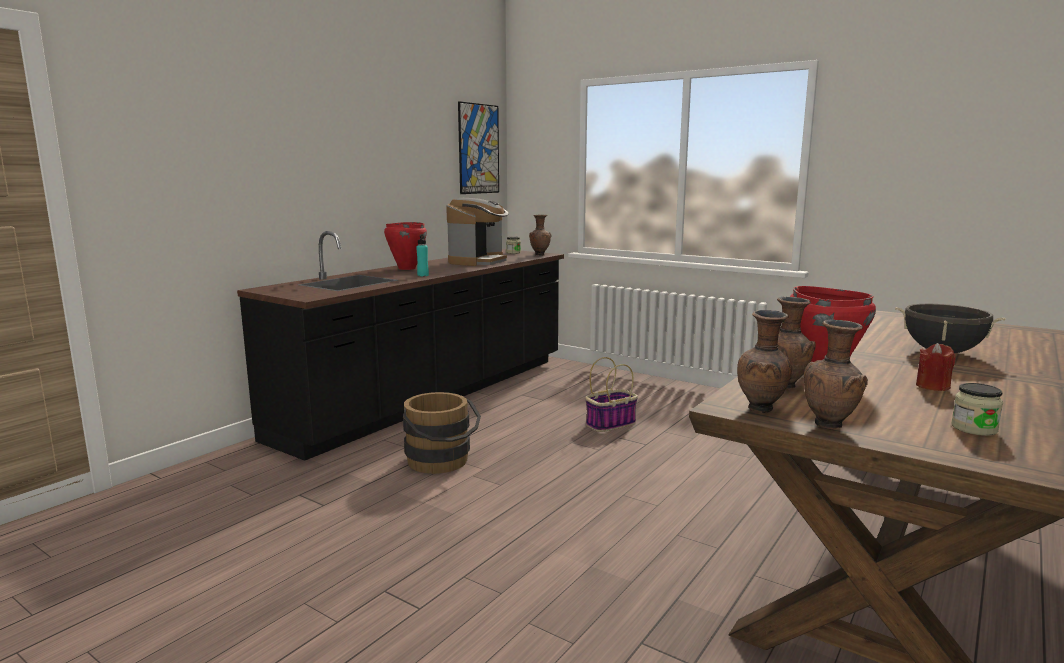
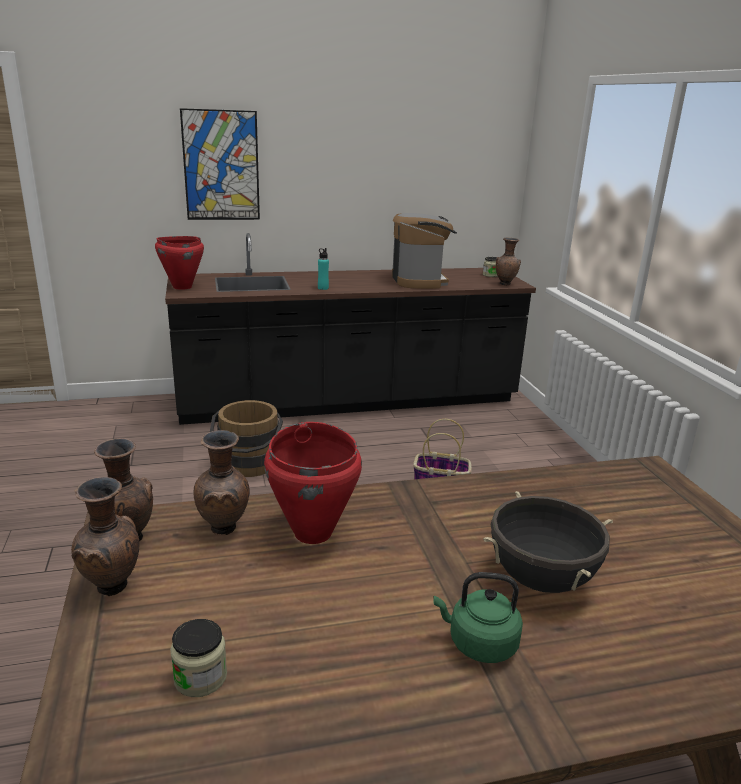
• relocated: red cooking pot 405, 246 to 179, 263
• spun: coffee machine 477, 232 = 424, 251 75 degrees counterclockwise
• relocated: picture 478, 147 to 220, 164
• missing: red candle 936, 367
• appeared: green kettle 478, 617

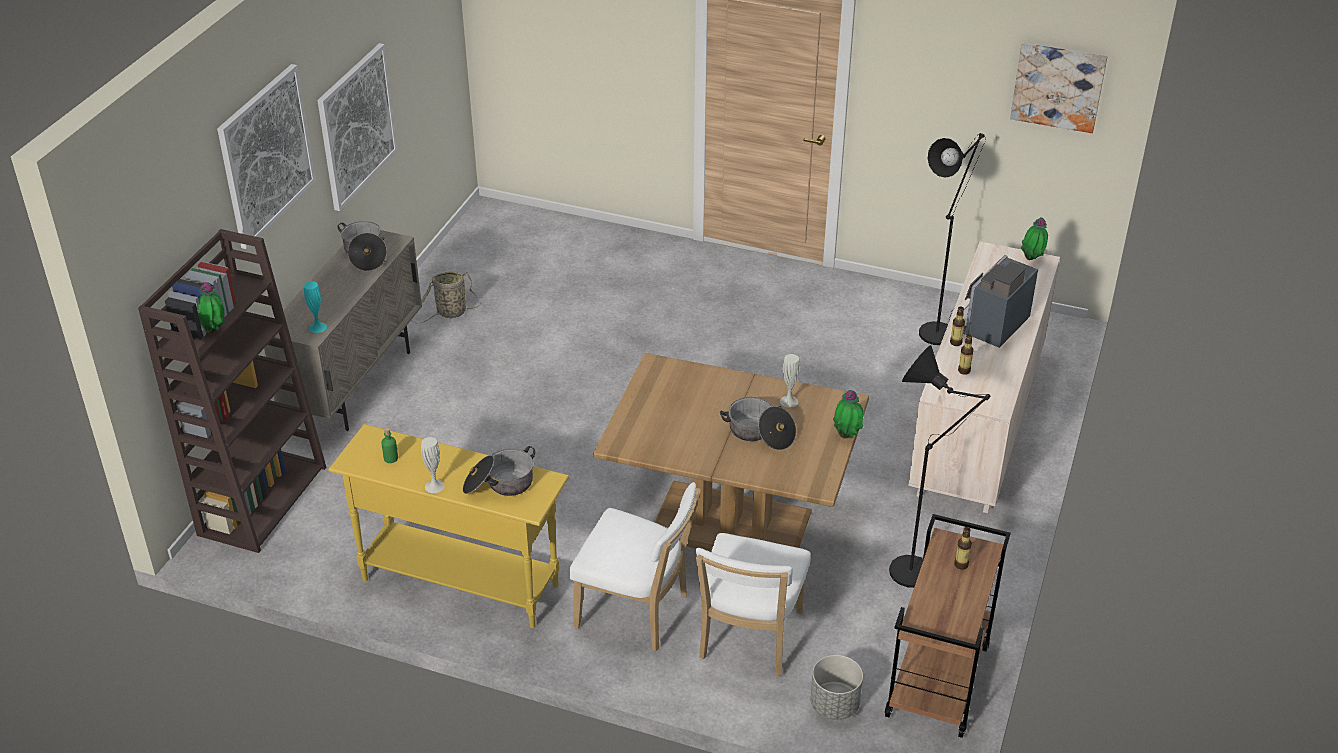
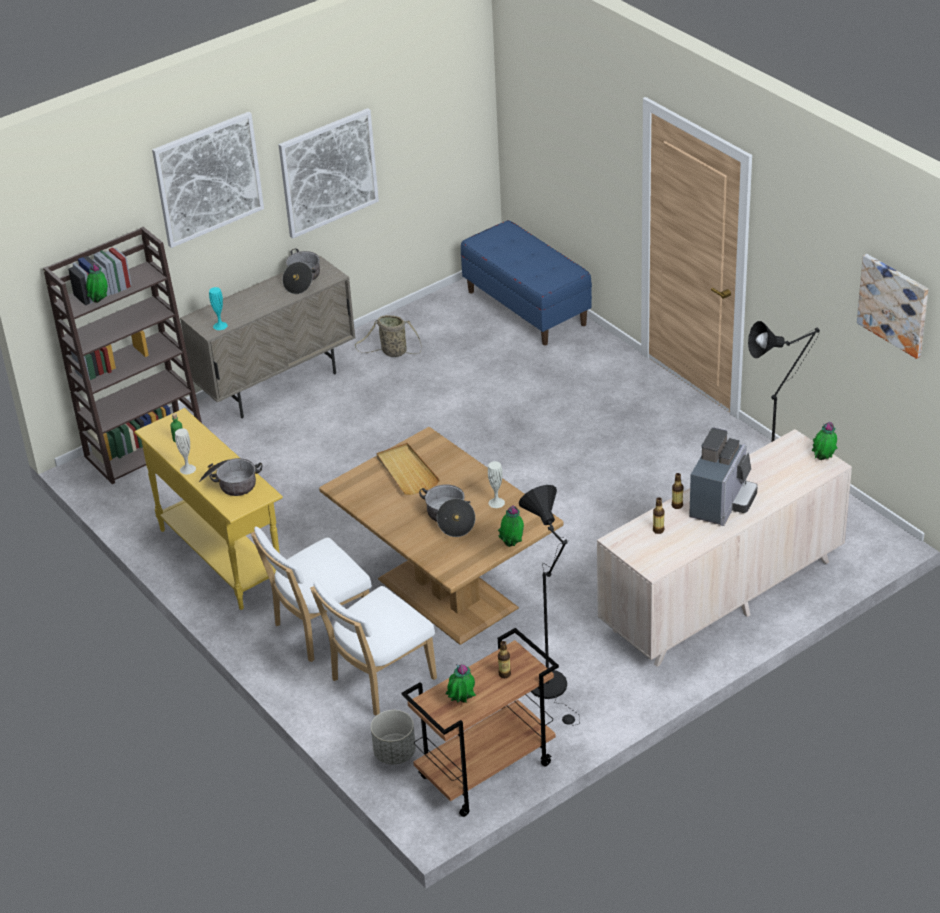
• spun: white chair 635, 566 = 311, 594 90 degrees clockwise
• spun: coffee machine 996, 301 = 723, 477 135 degrees clockwise
• appeared: beige tray 408, 469
• appeared: potted plant 461, 683
• appeared: blue bench 526, 282

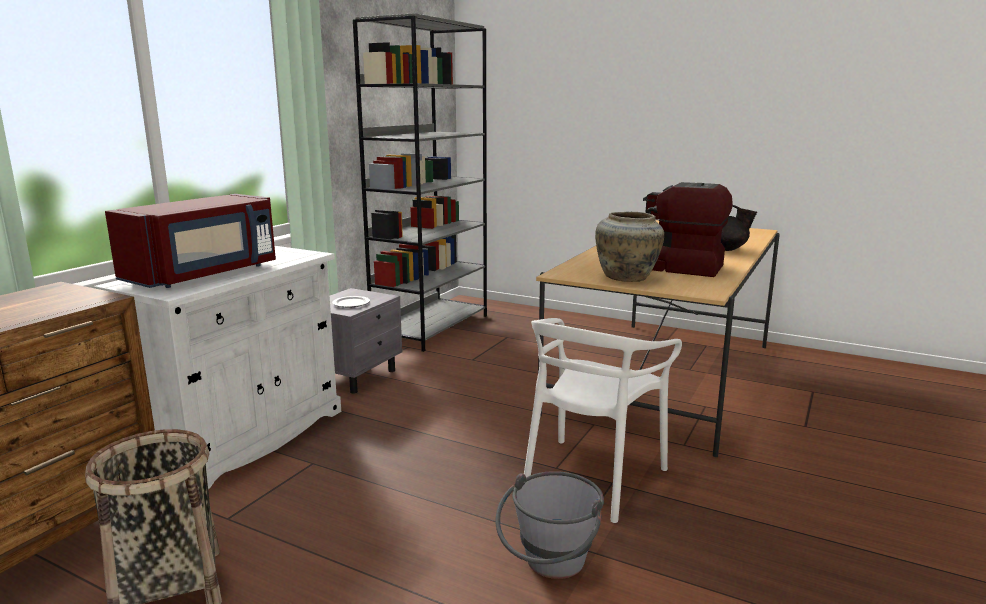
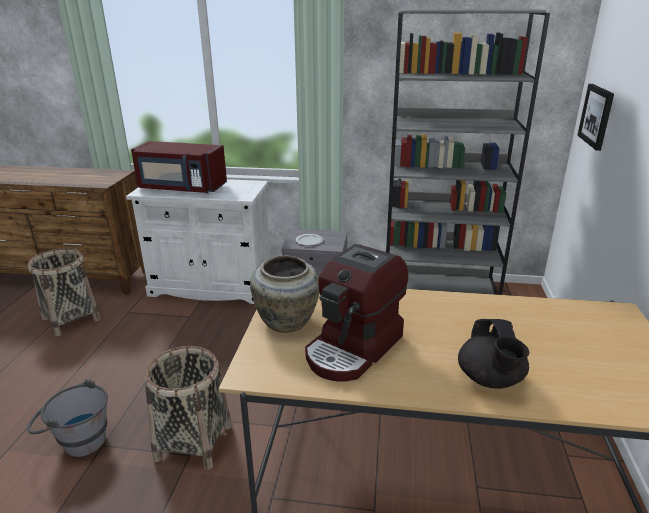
• exchanged: white chair 603, 420 to basket 188, 408
• spun: coffee machine 688, 229 = 356, 312 150 degrees counterclockwise
• appeared: picture 595, 117

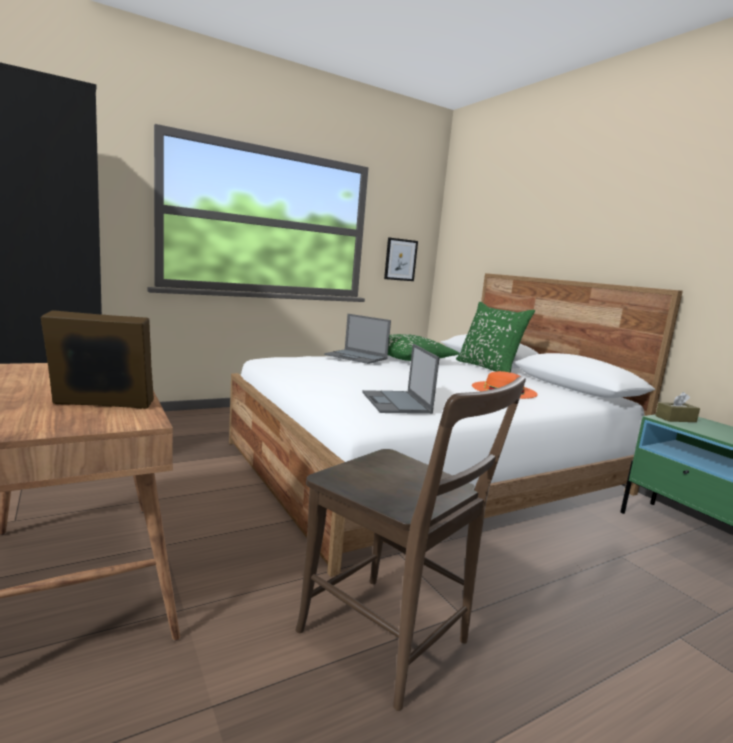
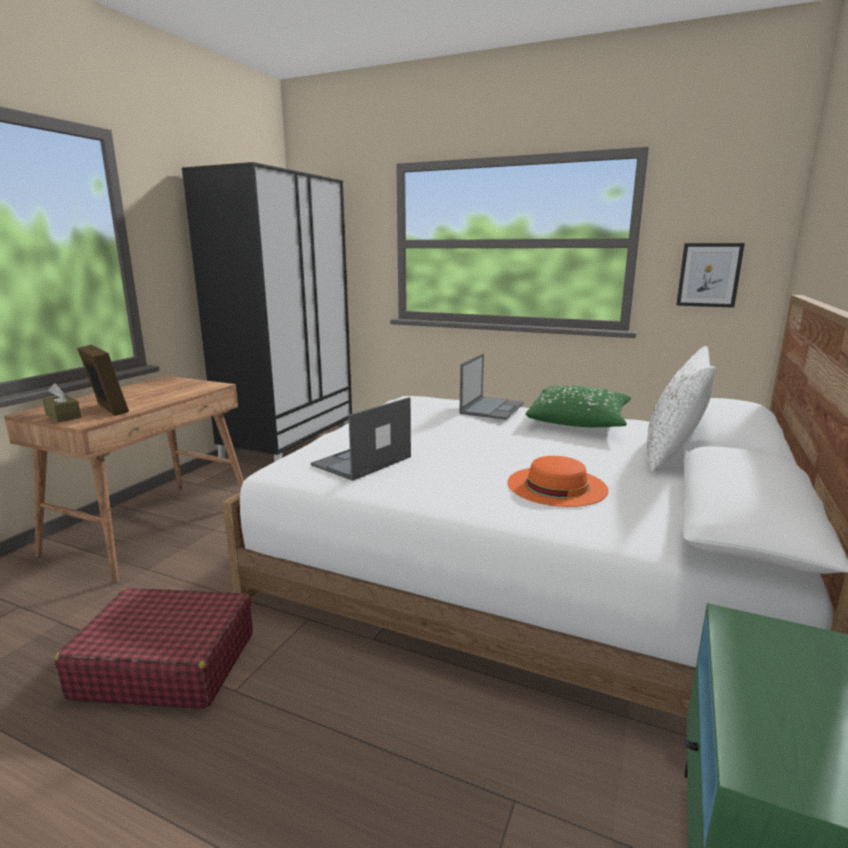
• exchanged: brown chair 410, 543 to red suitcase 154, 648
• spun: laptop 357, 339 = 491, 387 150 degrees counterclockwise
• colour: green pillow 495, 337 to white pillow 681, 409
• relocated: brown tissue box 677, 407 to 62, 403

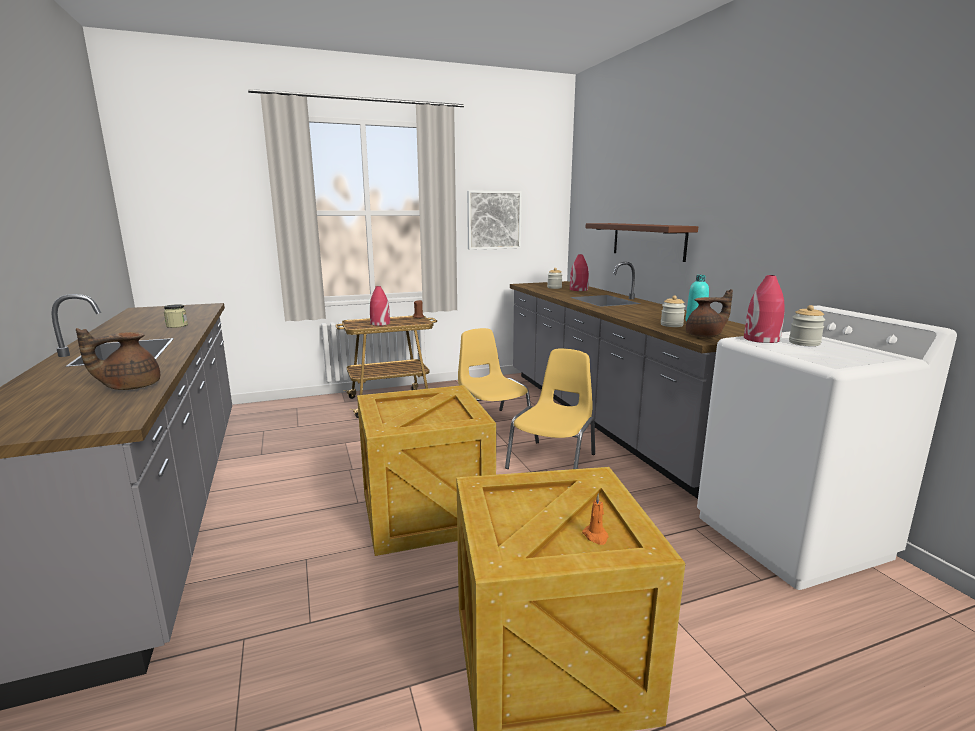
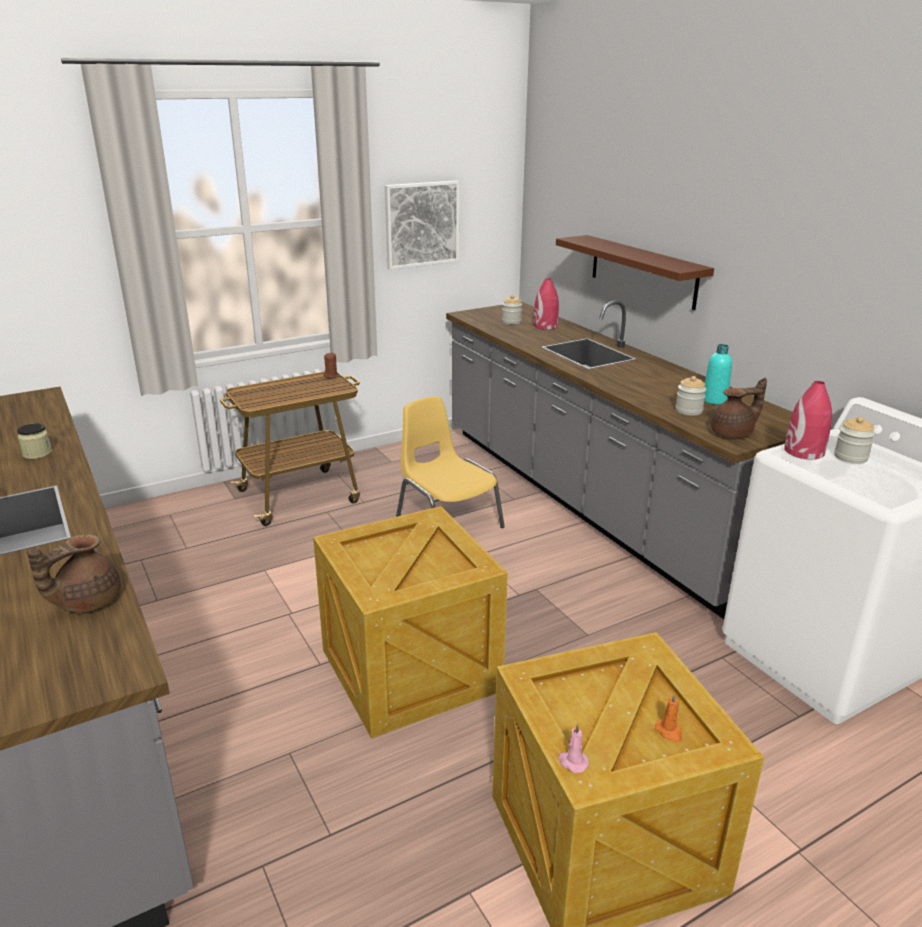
• missing: red vase 380, 306
• missing: yellow chair 550, 408
• appeared: pink candle 573, 748

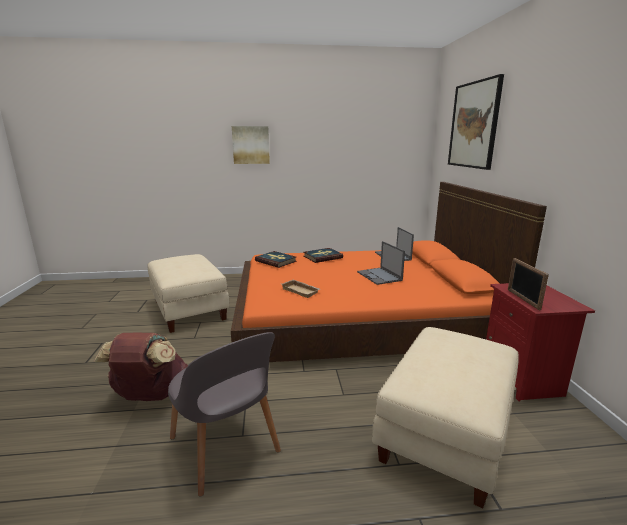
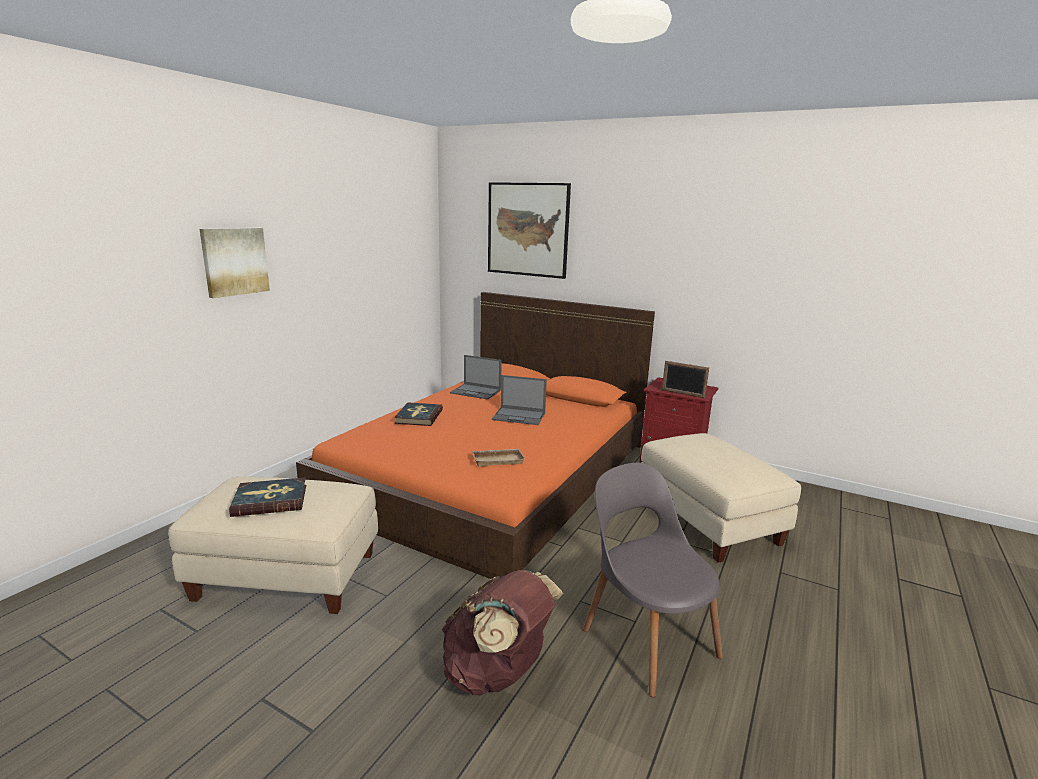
• spun: grey chair 224, 414 = 653, 580 120 degrees counterclockwise
• relocated: book 276, 259 to 267, 497

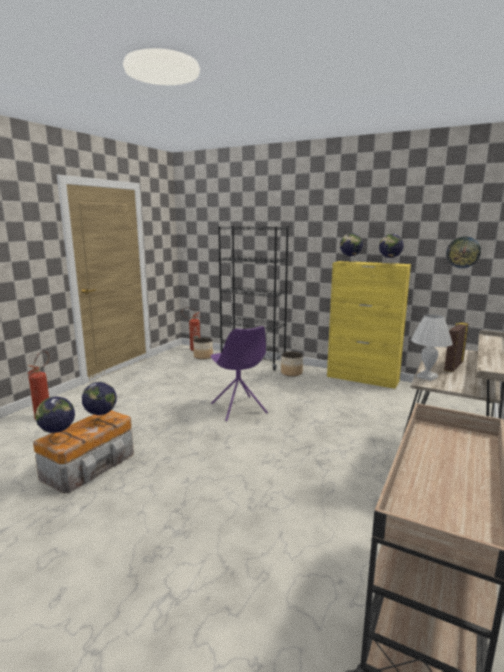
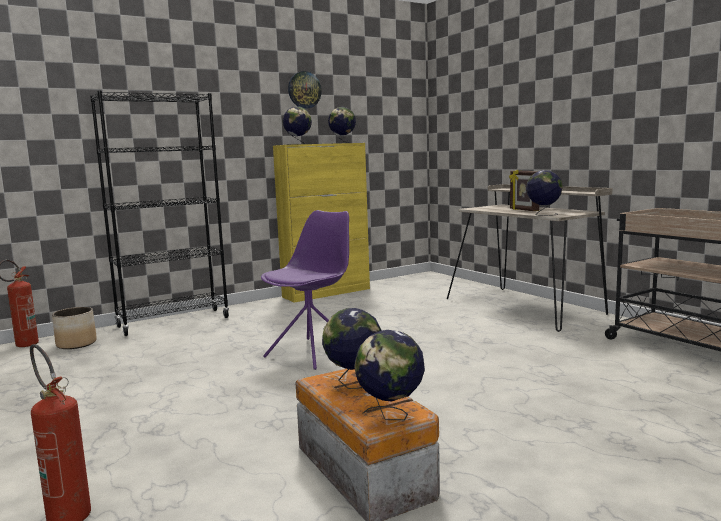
• spun: purple chair 239, 373 = 305, 290 60 degrees counterclockwise
• missing: planter 292, 364
• exchanged: white table lamp 432, 347 to globe 544, 193
• relocated: wall clock 463, 252 to 305, 90

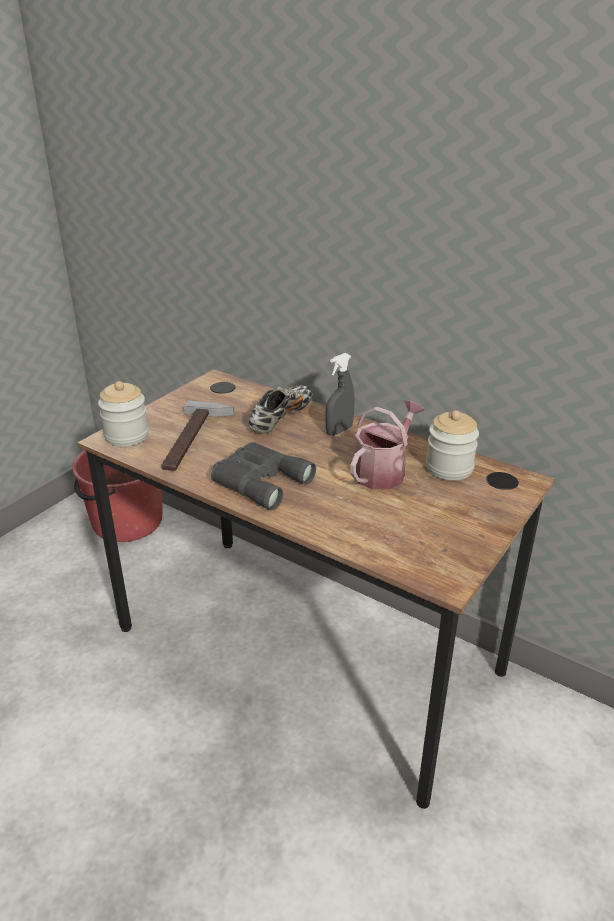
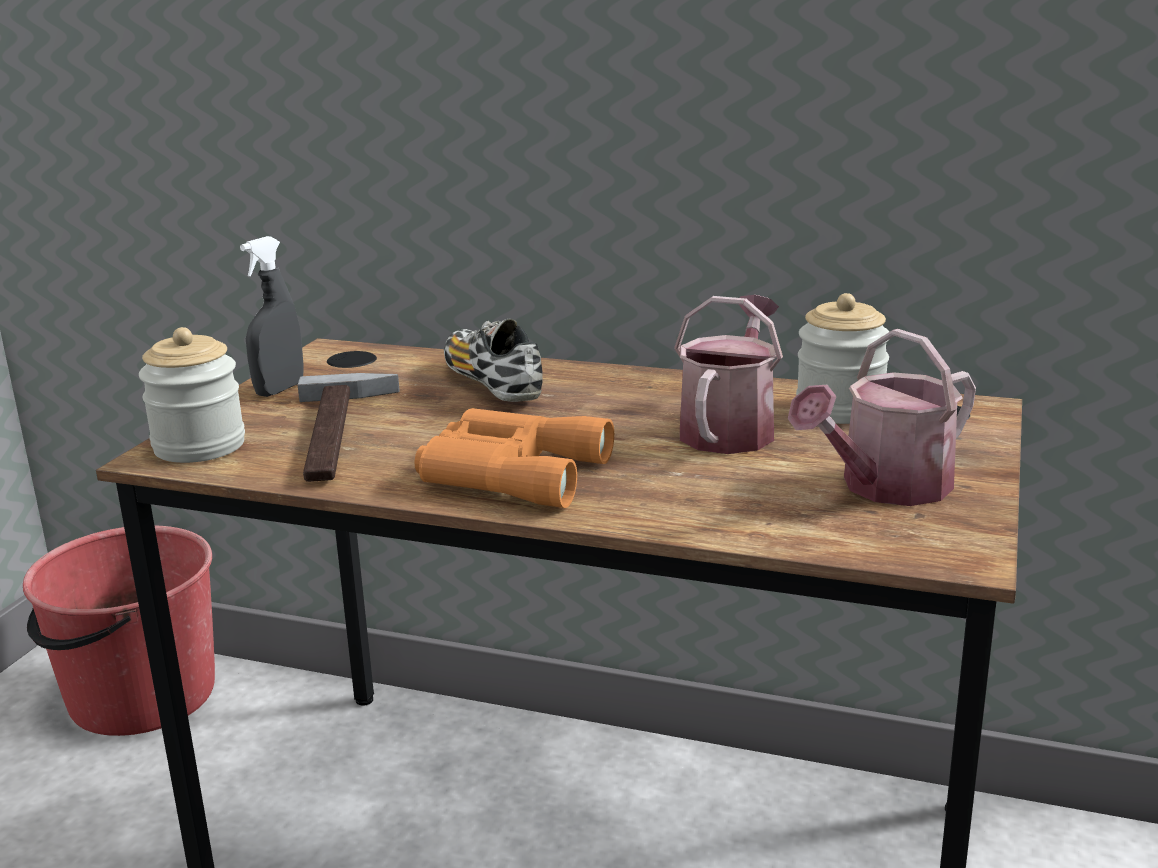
• colour: grey binoculars 263, 476 to orange binoculars 514, 458
• spun: shoe 280, 409 = 493, 360 45 degrees counterclockwise
• relocated: grey spray bottle 340, 394 to 272, 316
• appeared: watering can 882, 417

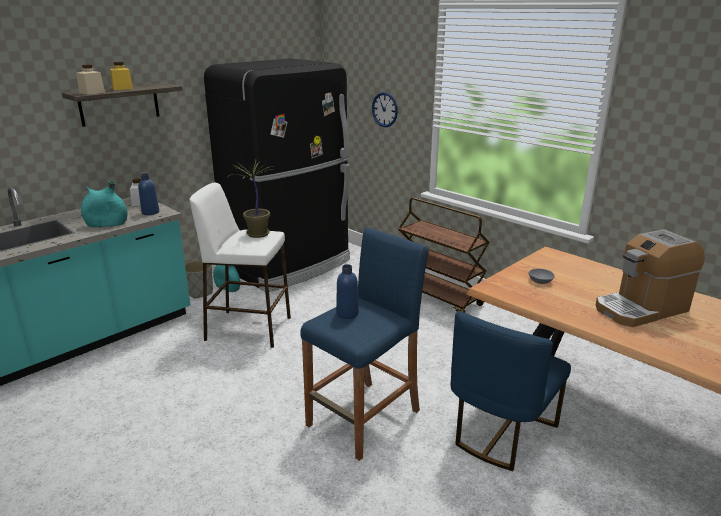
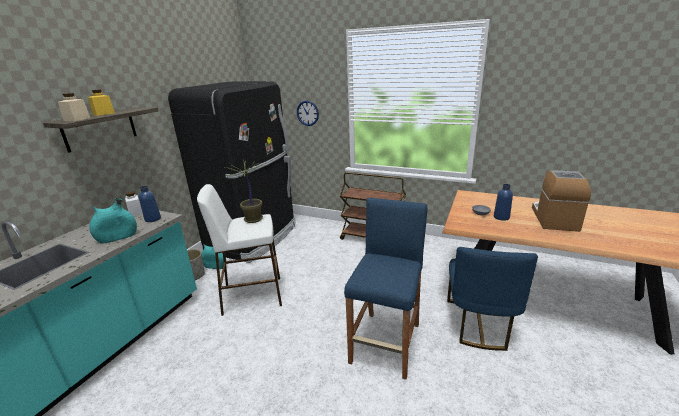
• relocated: blue bottle 347, 291 to 503, 202
• spun: coffee machine 650, 278 = 561, 201 150 degrees clockwise

